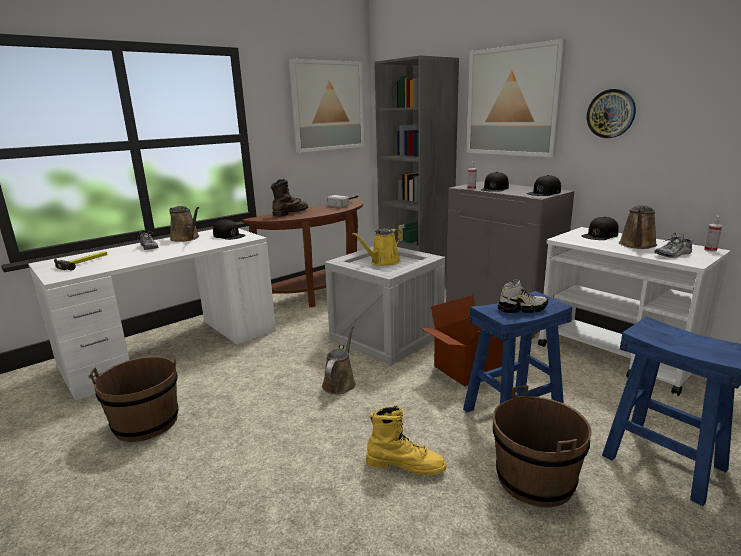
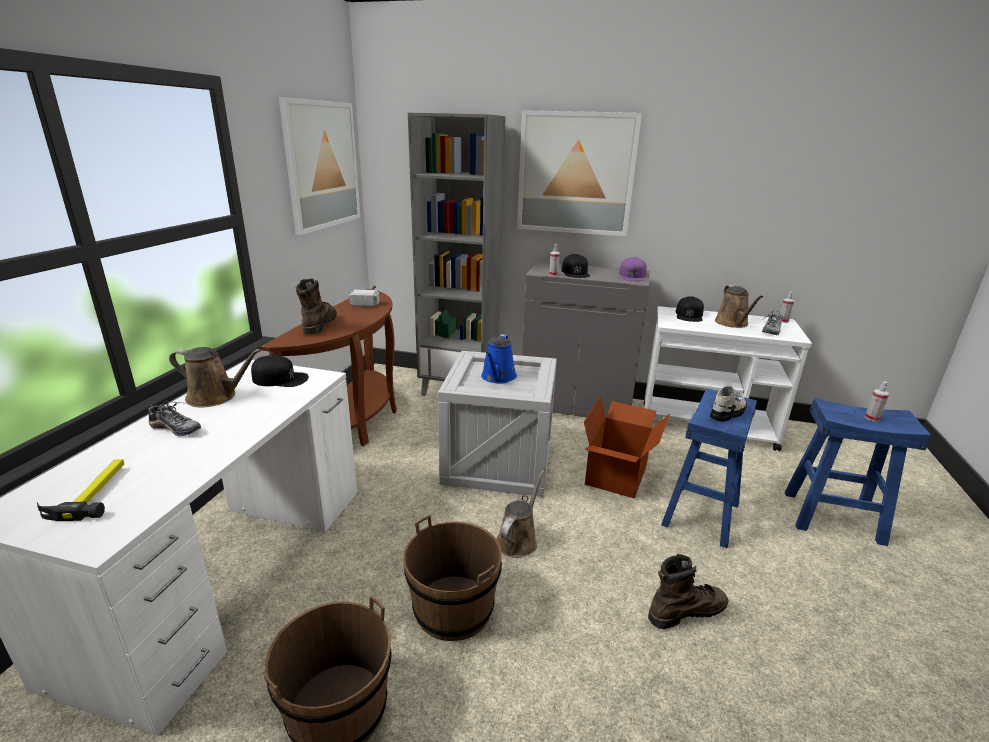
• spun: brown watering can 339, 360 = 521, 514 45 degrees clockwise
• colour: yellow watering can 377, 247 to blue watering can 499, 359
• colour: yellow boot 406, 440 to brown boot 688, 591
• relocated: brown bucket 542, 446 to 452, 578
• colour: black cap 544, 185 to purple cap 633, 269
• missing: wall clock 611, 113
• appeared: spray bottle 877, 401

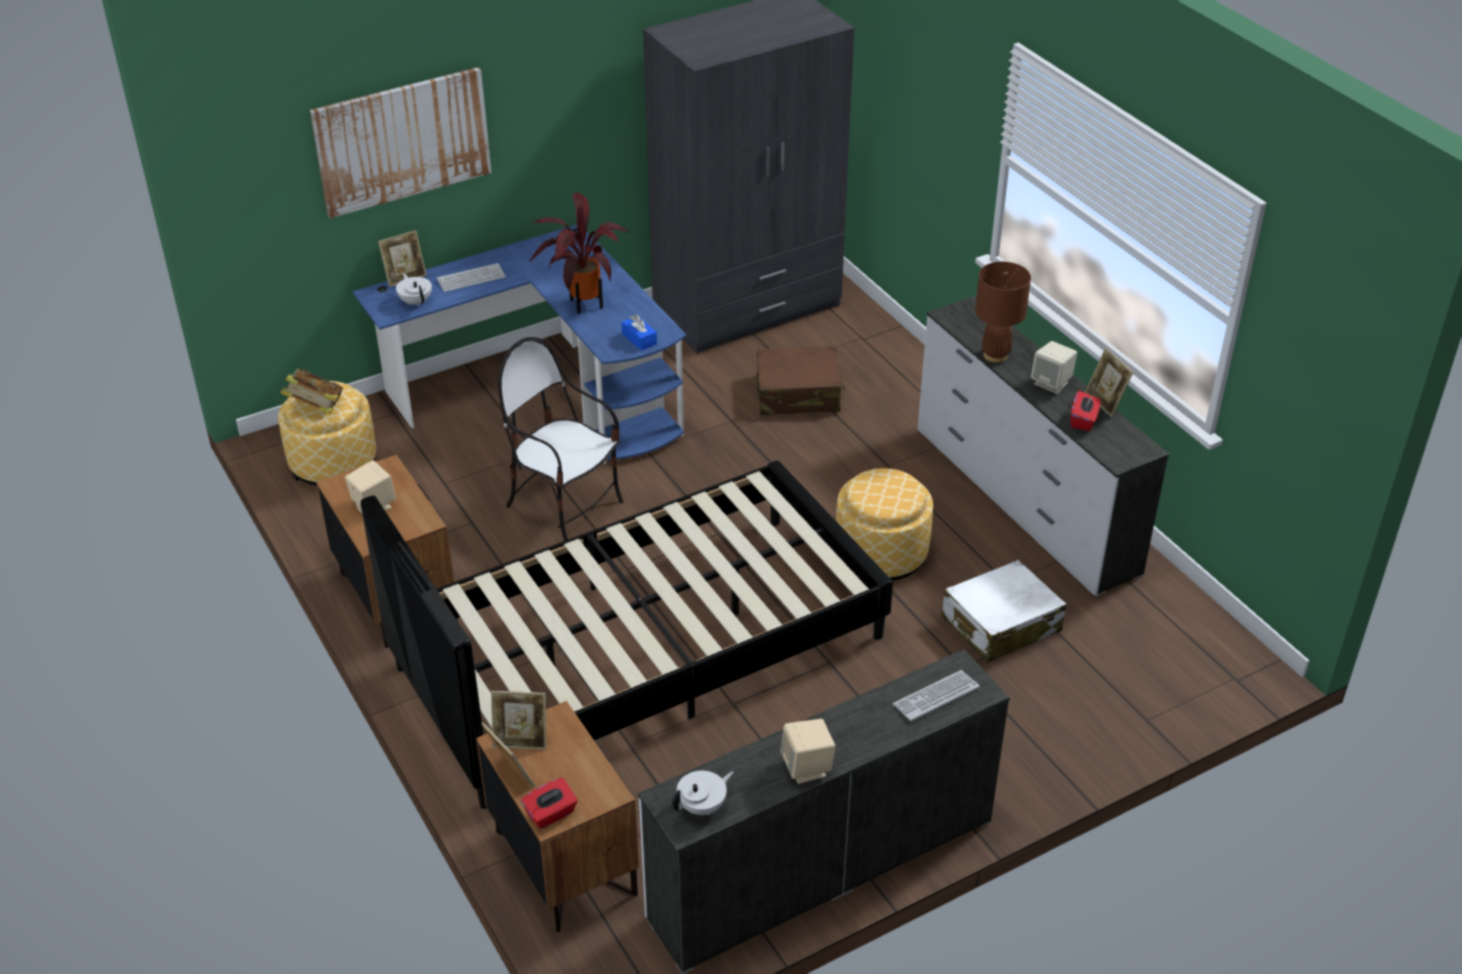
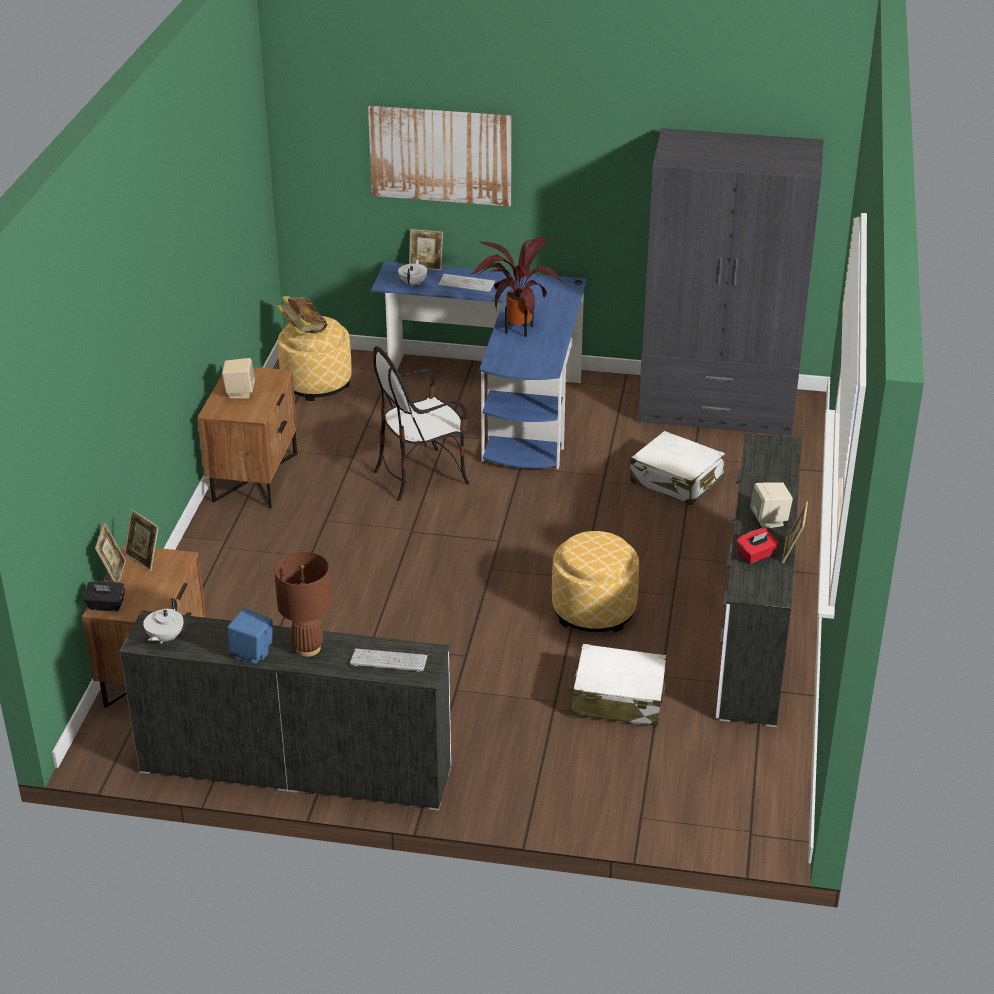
• missing: black bed 627, 635
• spun: chair 561, 439 = 421, 423 105 degrees counterclockwise
• colour: red tissue box 549, 803 to black tissue box 104, 596
• missing: blue tissue box 639, 333
• spun: white teapot 703, 793 = 163, 621 105 degrees clockwise
• colour: brown suitcase 801, 380 to white suitcase 678, 468
• colour: beige speaker 807, 751 to blue speaker 249, 636
• relocated: brown table lamp 1003, 312 to 303, 604

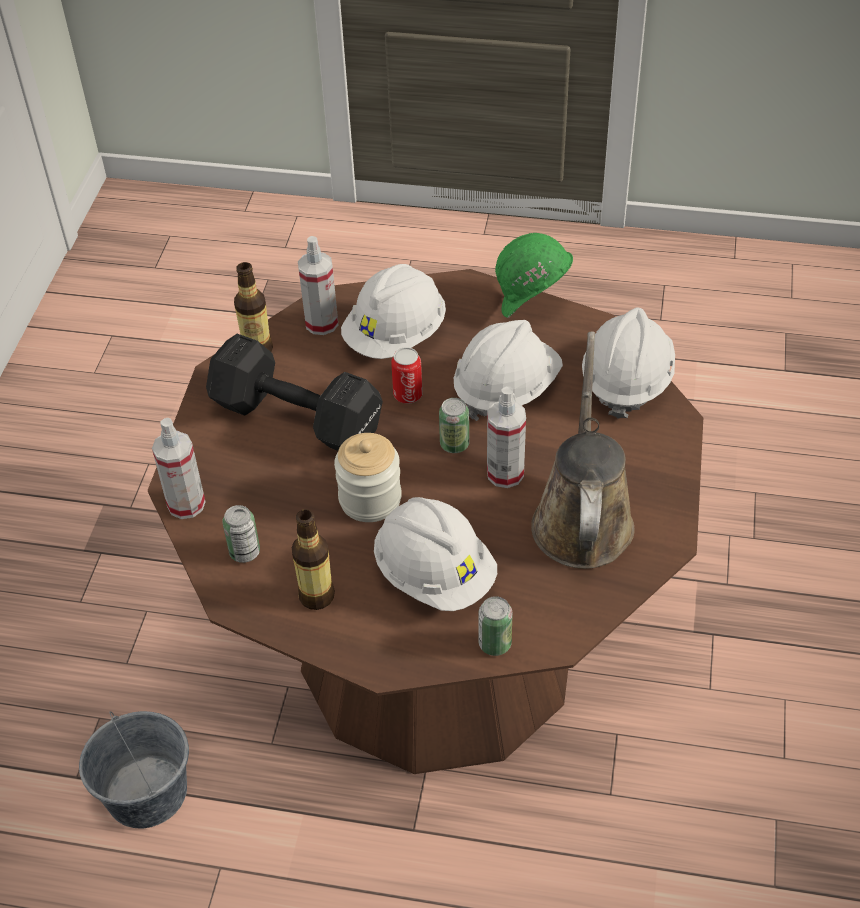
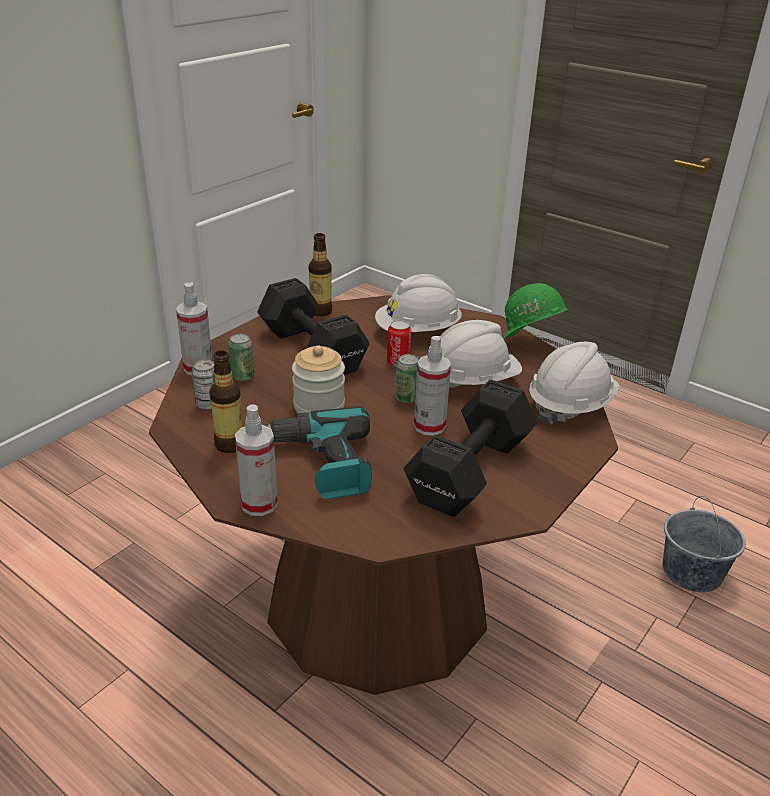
• relocated: grey bucket 134, 770 to 704, 544
• relocated: spray bottle 318, 285 to 256, 460
• exchanged: white hard hat 435, 554 to power drill 319, 452
• relocated: can 496, 626 to 241, 357
• exchanged: brown watering can 583, 450 to black dumbbell 470, 448

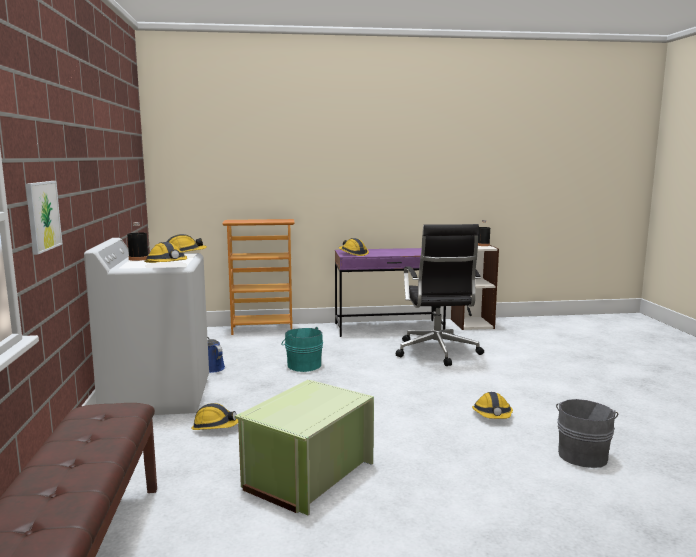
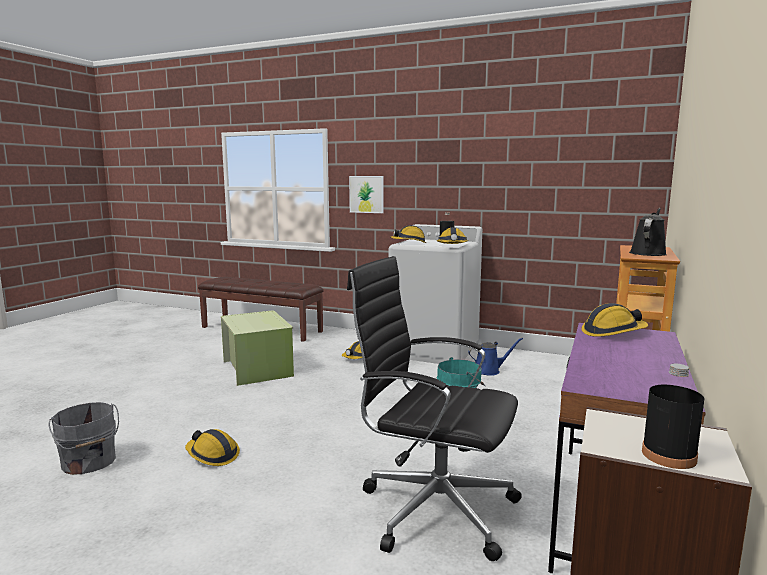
• appeared: black watering can 648, 232

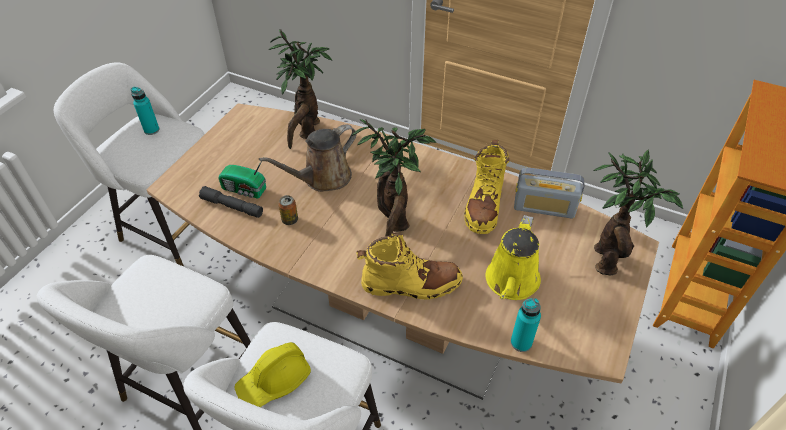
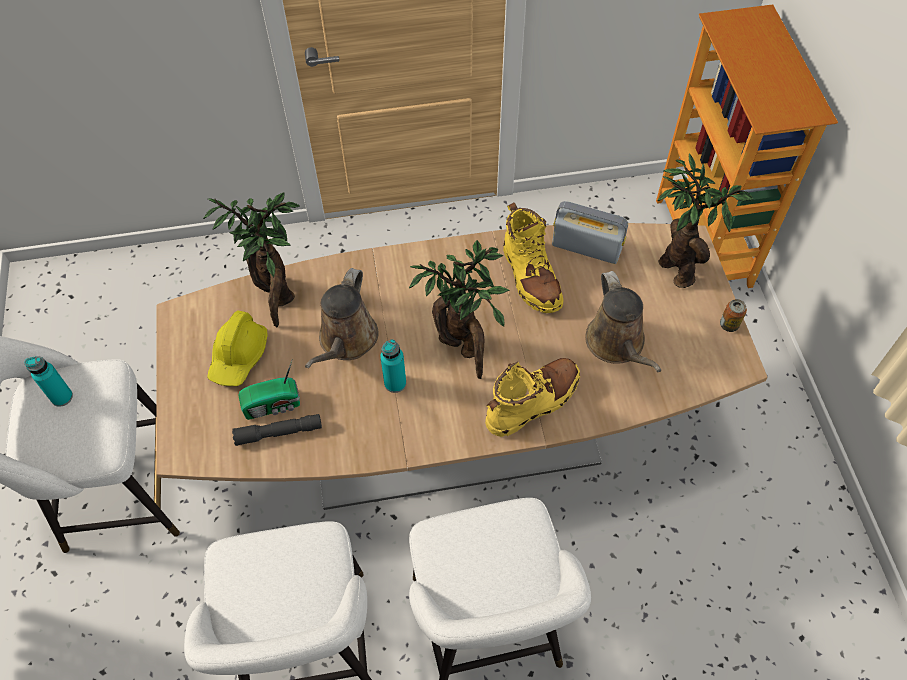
• relocated: yellow hard hat 272, 374 to 237, 348
• relocated: can 288, 210 to 733, 315
• colour: yellow watering can 513, 257 to brown watering can 623, 321
• relocated: turquoise bottle 526, 325 to 393, 366
• spun: radio 549, 193 = 590, 232 135 degrees counterclockwise

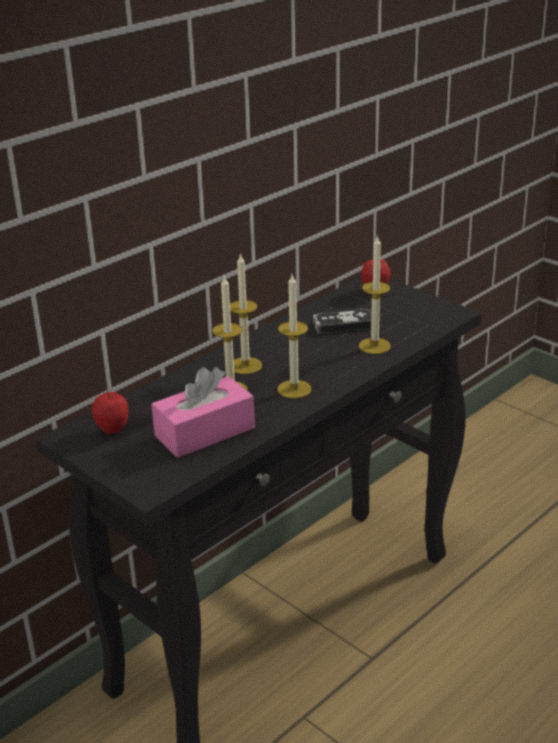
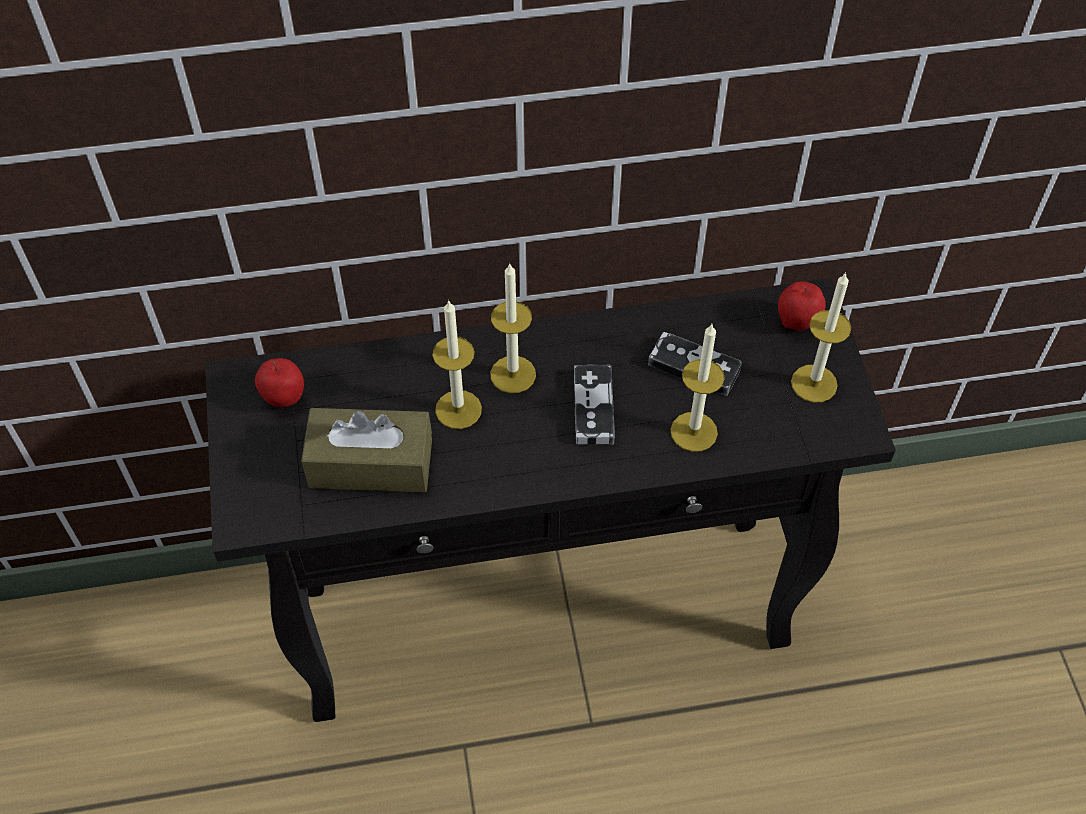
• colour: pink tissue box 203, 412 to brown tissue box 366, 450
• relocated: candle 294, 337 to 821, 337
• appeared: game controller 594, 405

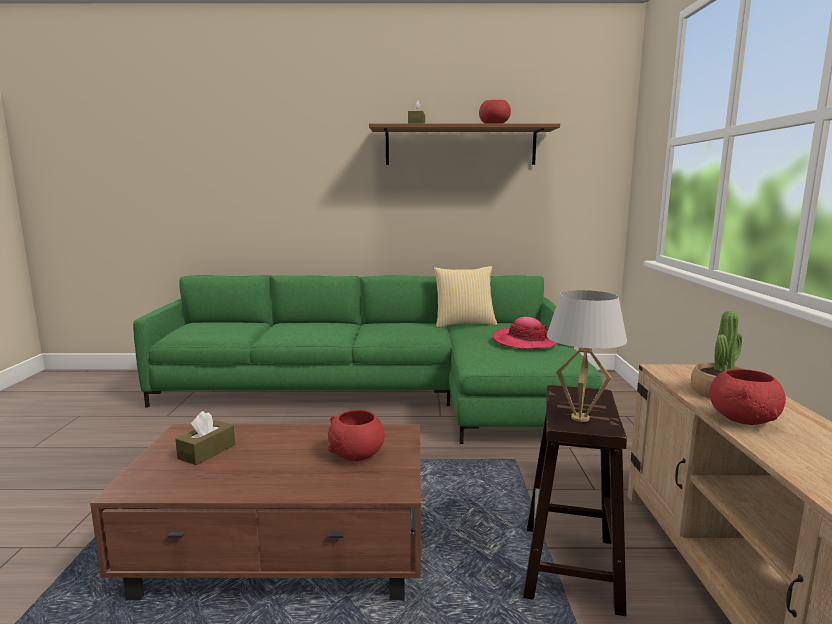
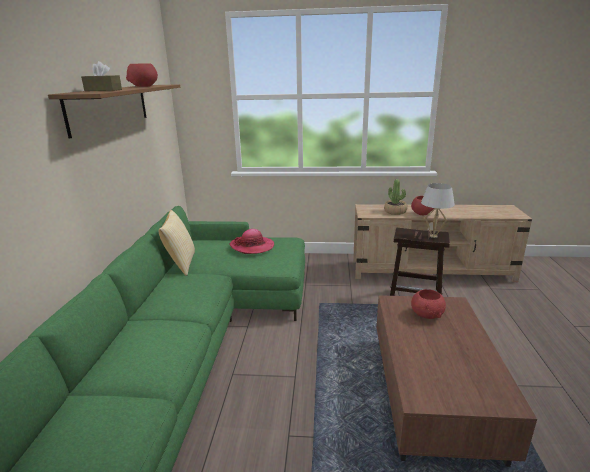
• missing: brown tissue box 205, 438

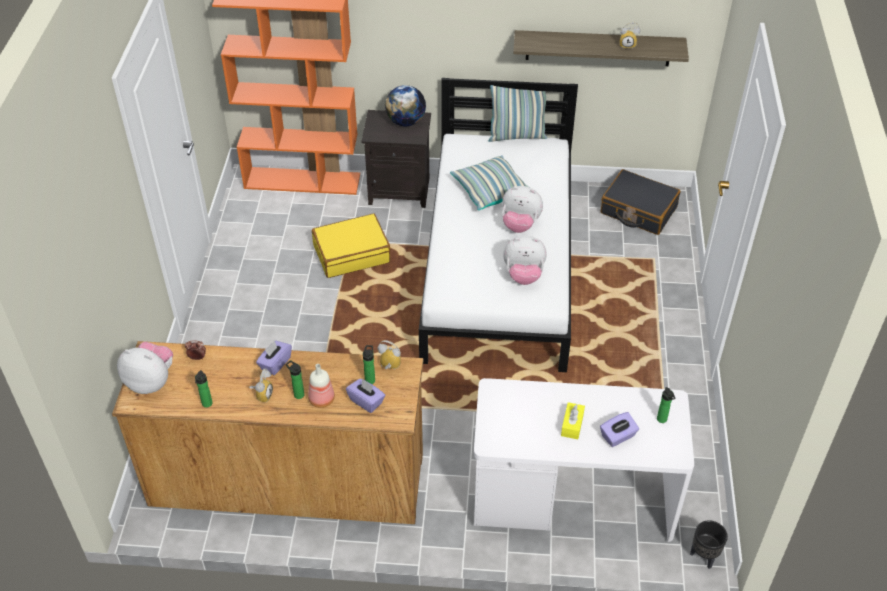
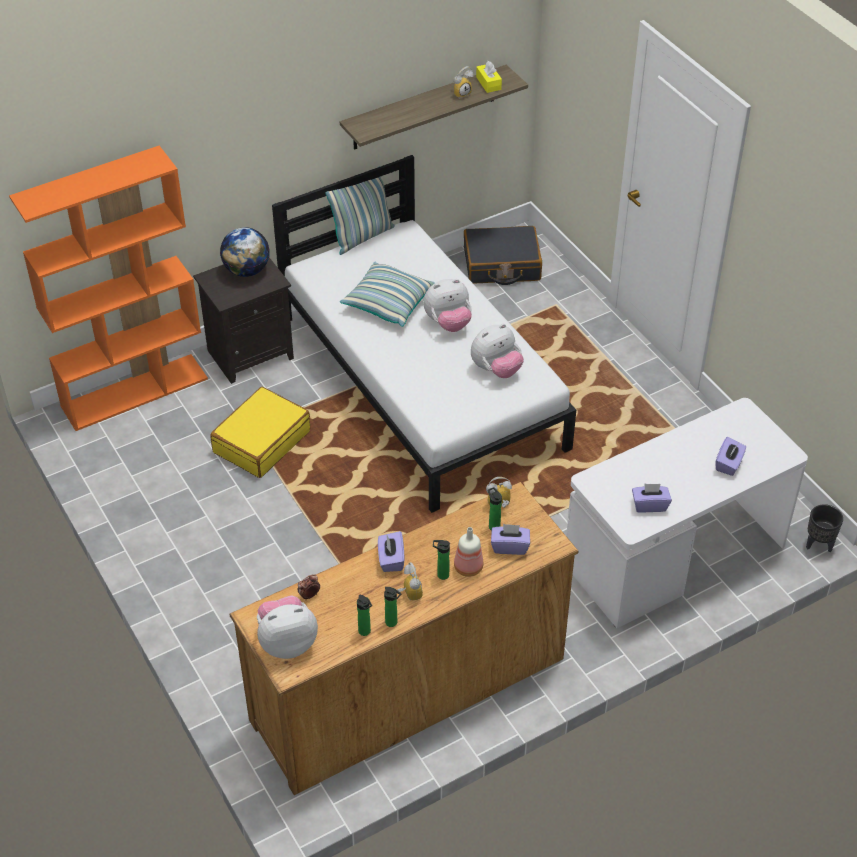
• relocated: yellow tissue box 573, 420 to 489, 77
• relocated: bottle 666, 405 to 392, 607
• appeared: purple tissue box 652, 498

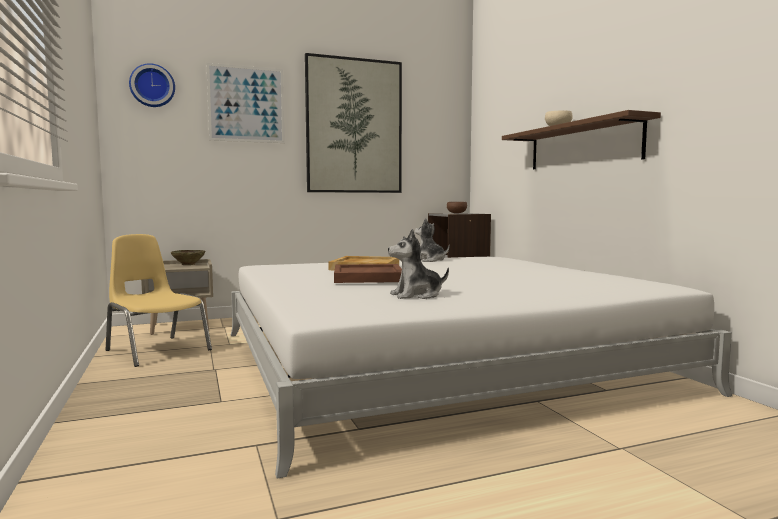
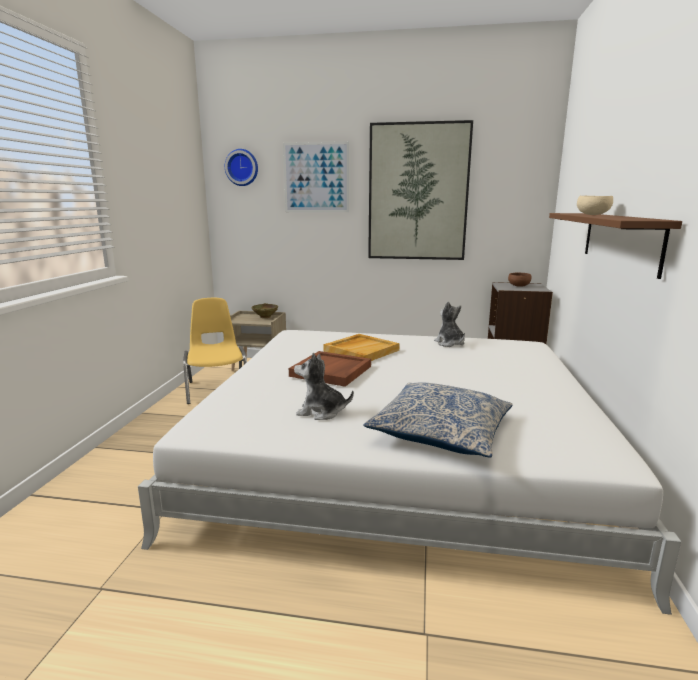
• appeared: pillow 438, 420

